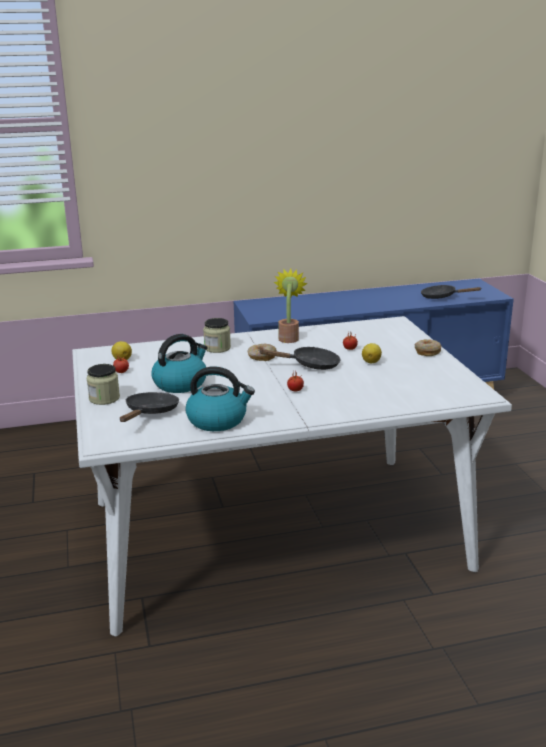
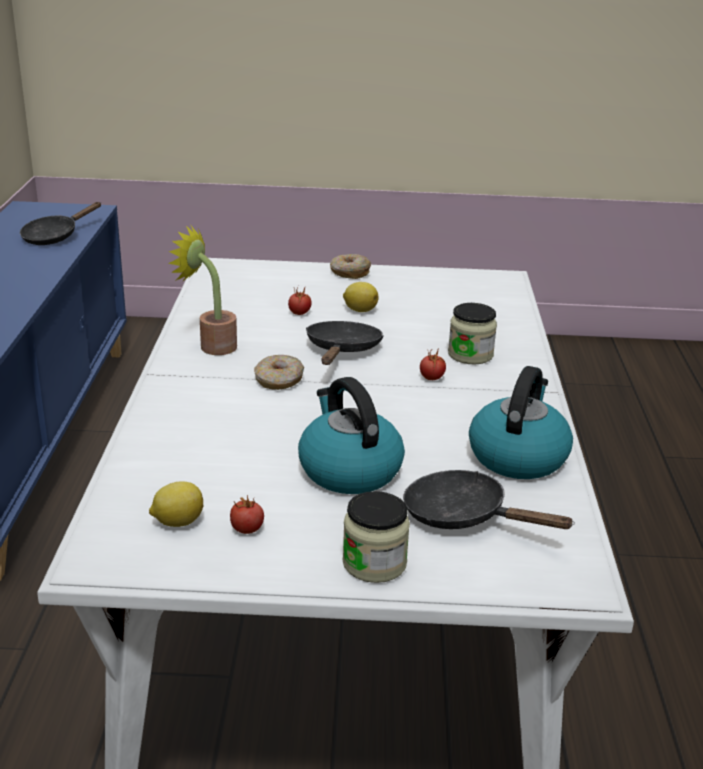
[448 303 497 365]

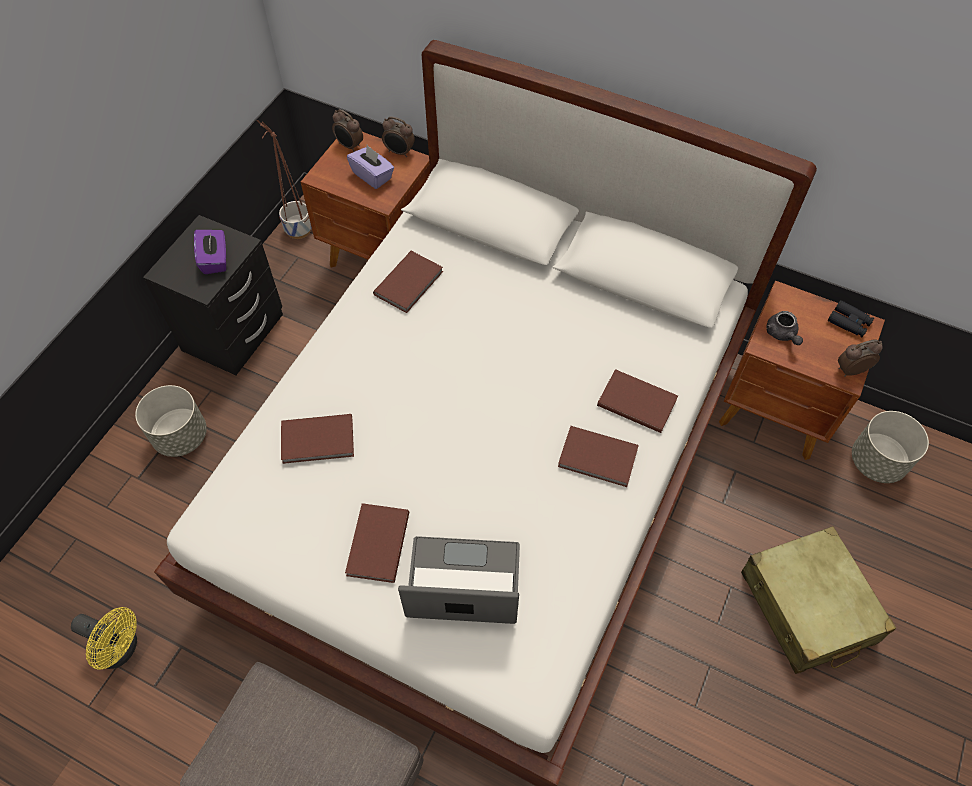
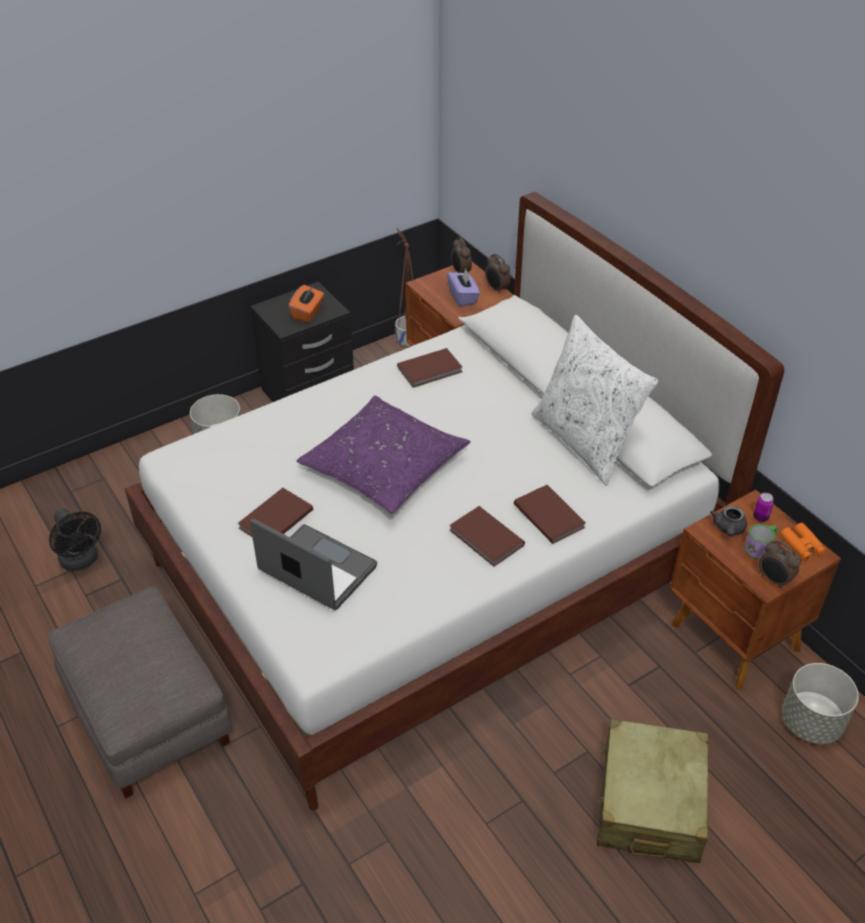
[49 509 101 571]
[288 285 324 322]
[297 396 470 514]
[532 315 658 486]
[744 524 778 559]
[753 493 774 522]
[759 540 801 589]
[780 523 826 561]
[281 414 354 464] (first image)

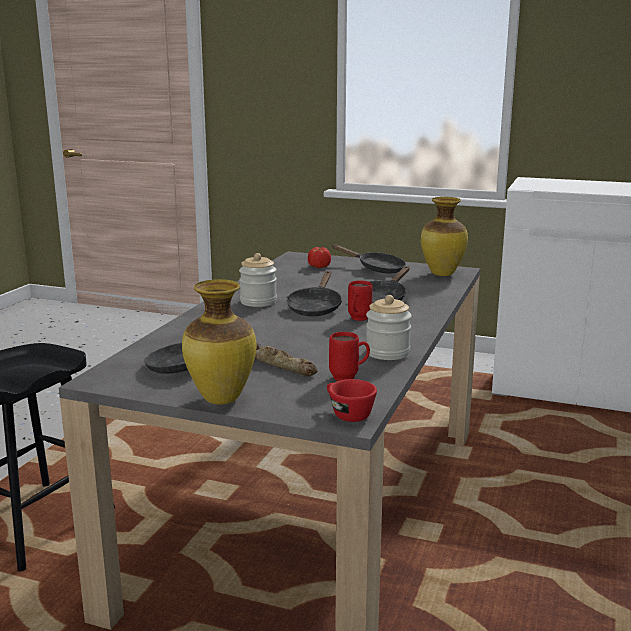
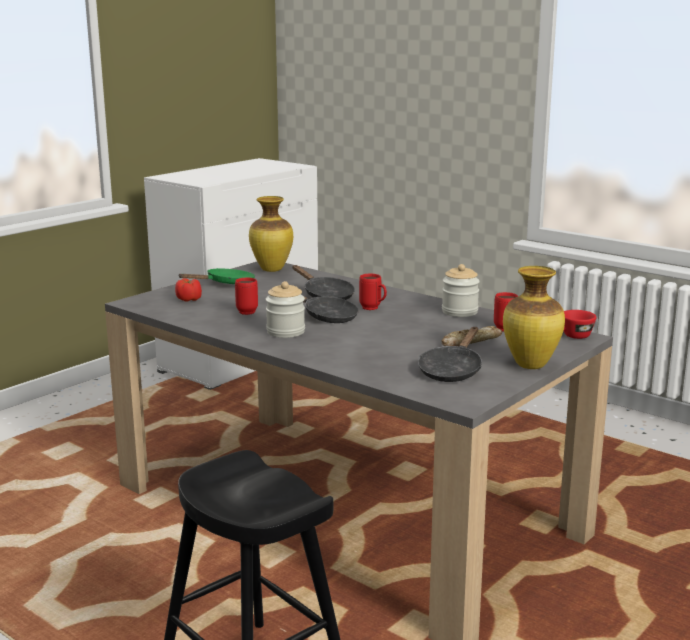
[179 268 255 284]
[235 278 258 315]

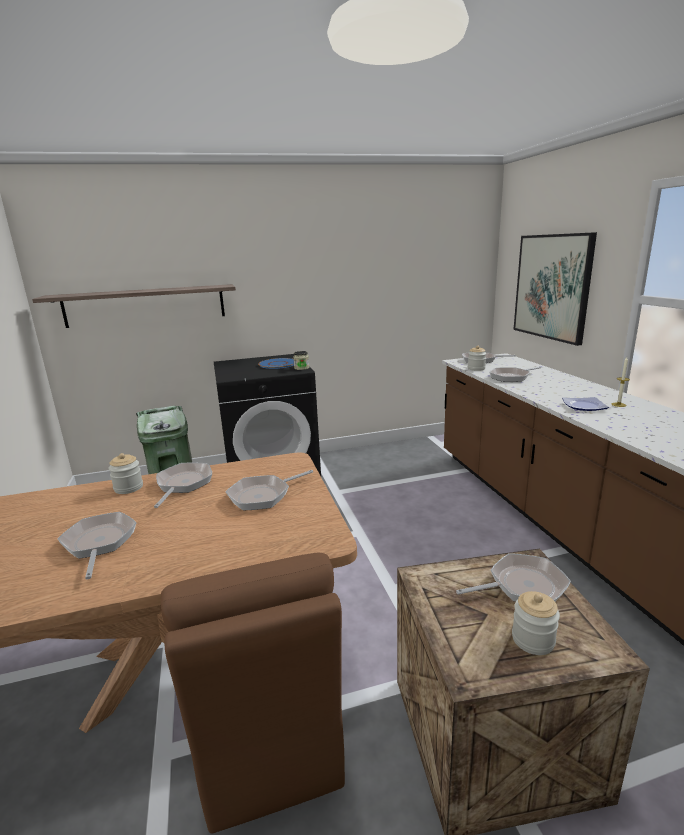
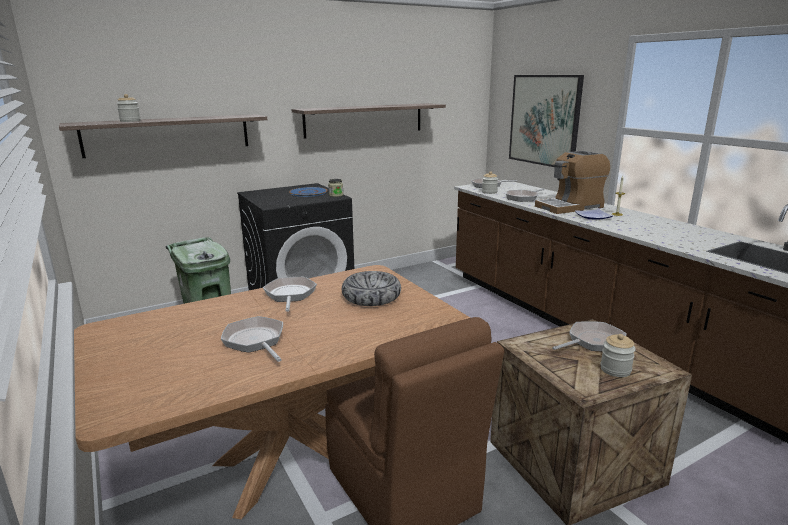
[117 94 141 122]
[292 103 446 139]
[342 271 401 306]
[535 151 610 214]

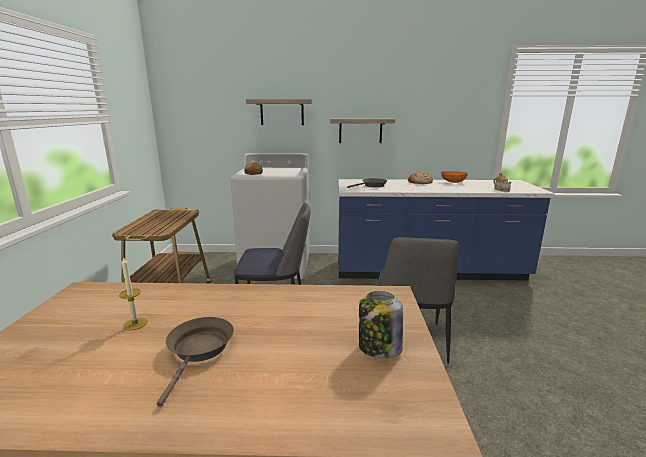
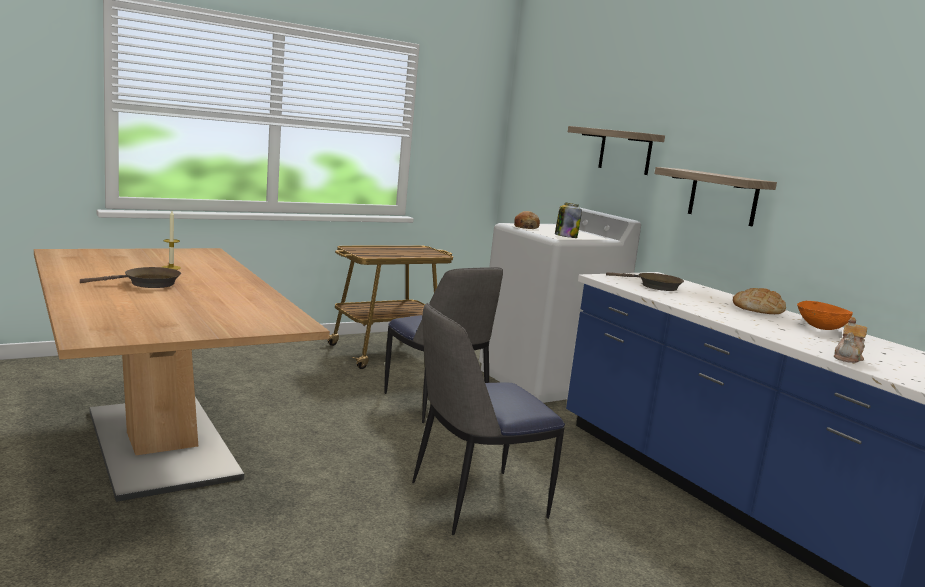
[555 202 582 238]

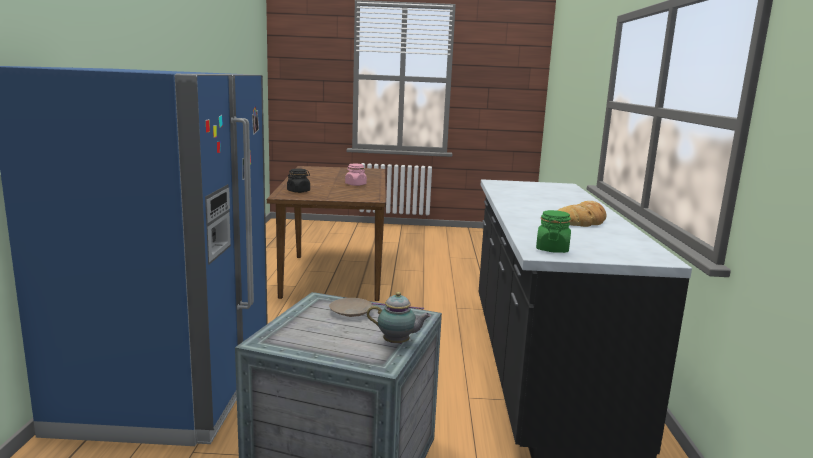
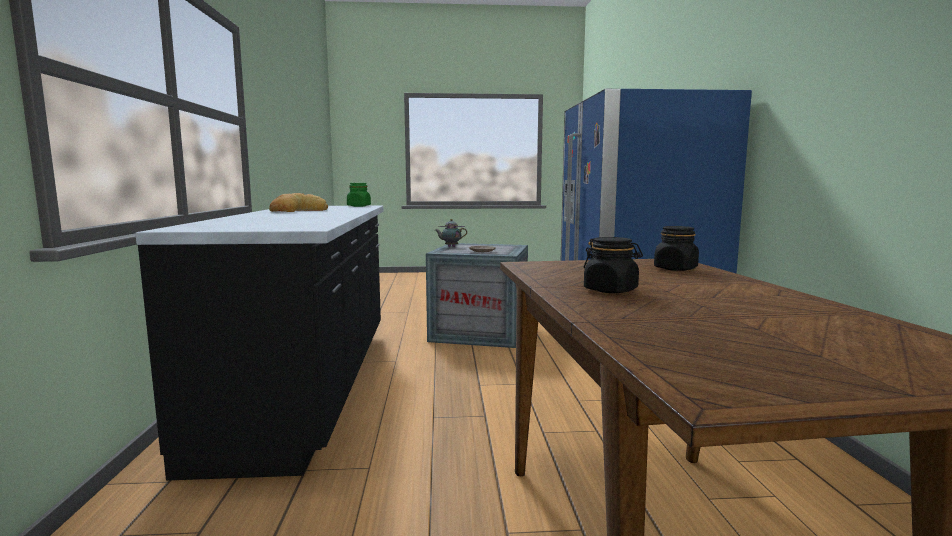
[584 237 643 293]

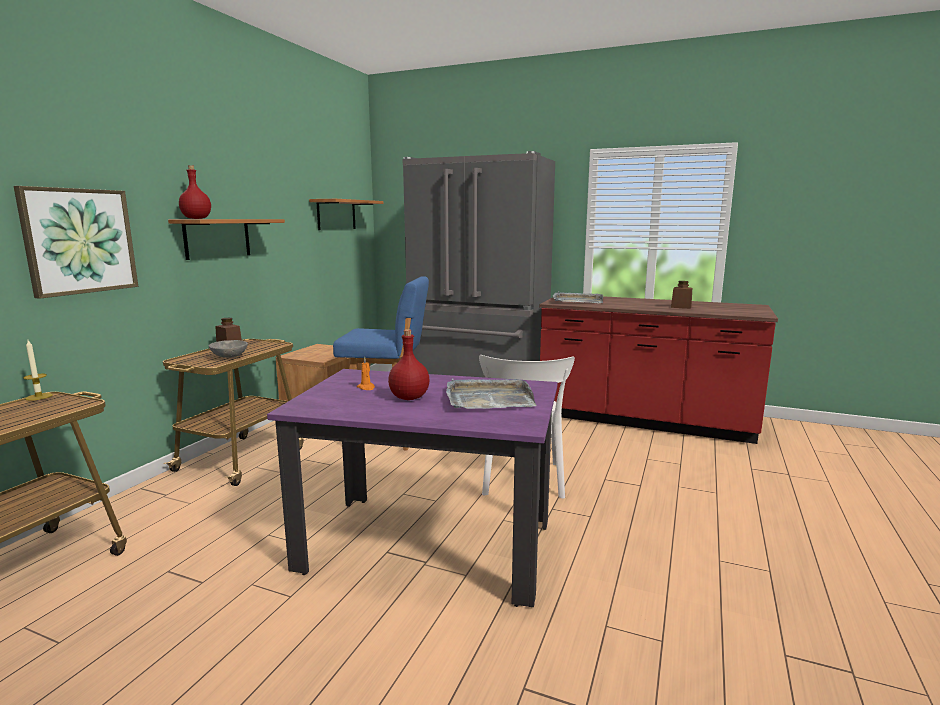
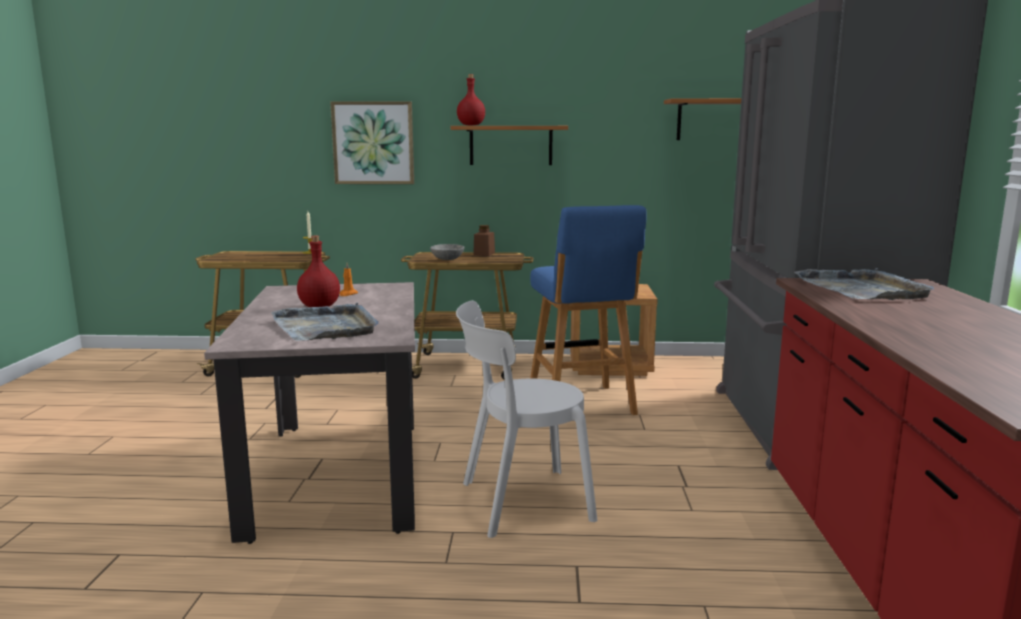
[204 282 415 544]
[671 281 692 309] (first image)

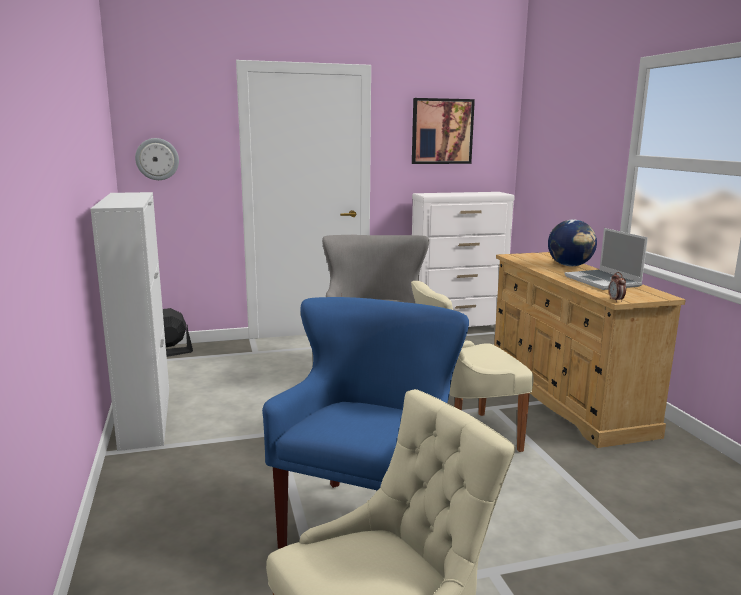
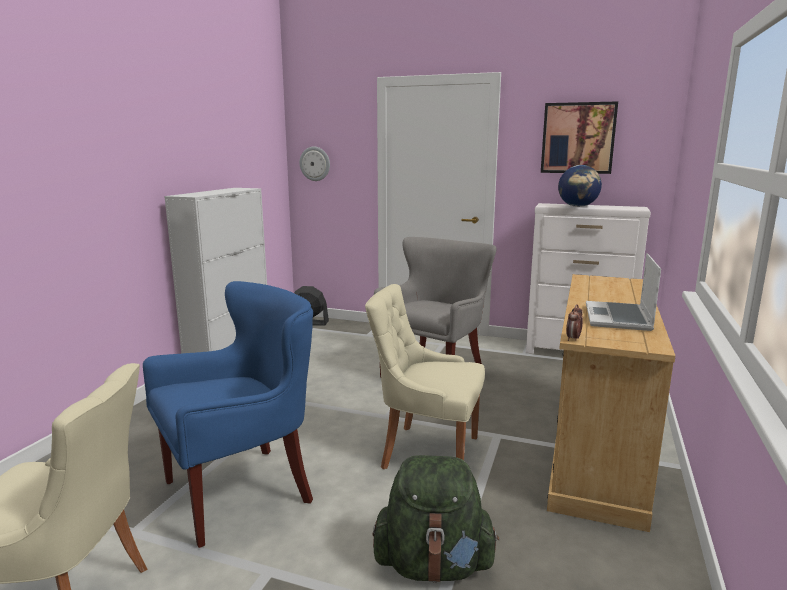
[372 455 499 583]
[558 165 602 207]

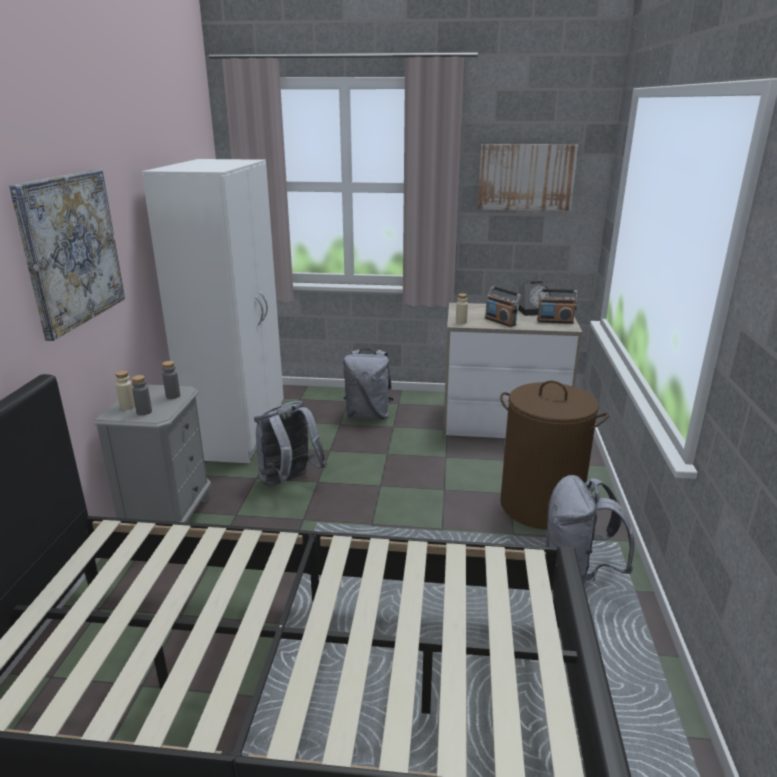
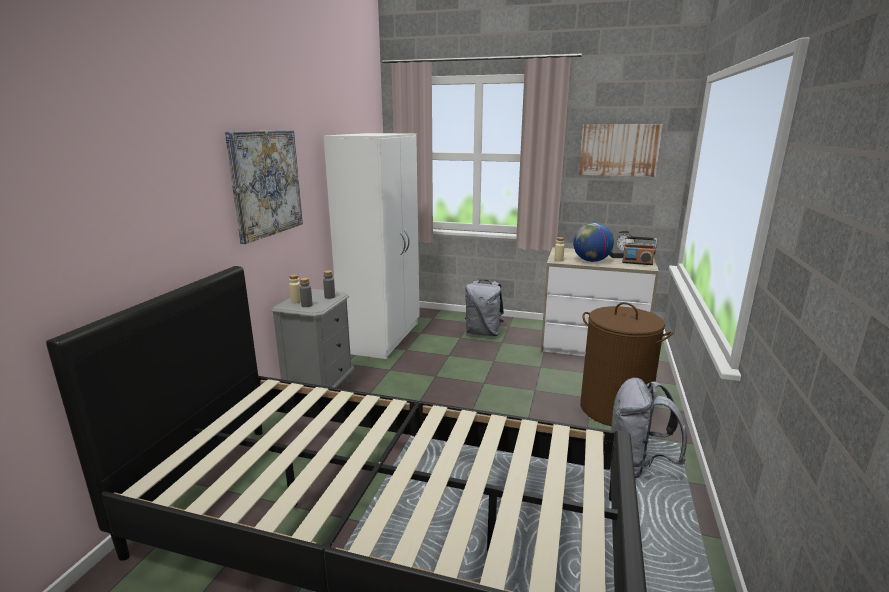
[573 223 614 262]
[254 401 327 486] (first image)

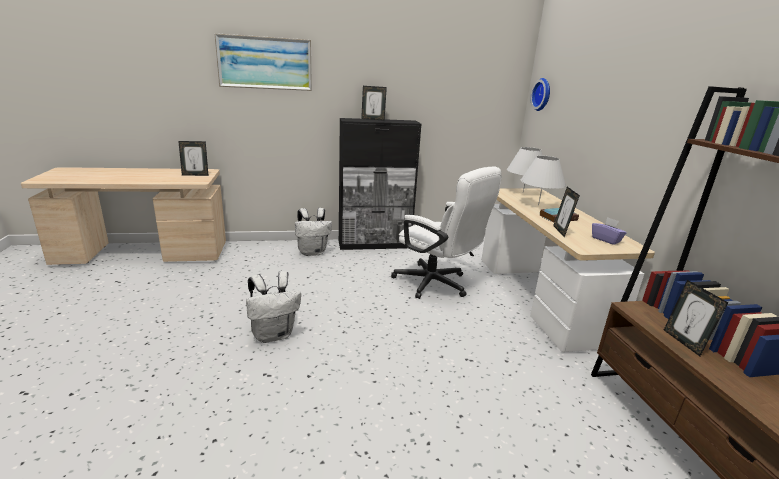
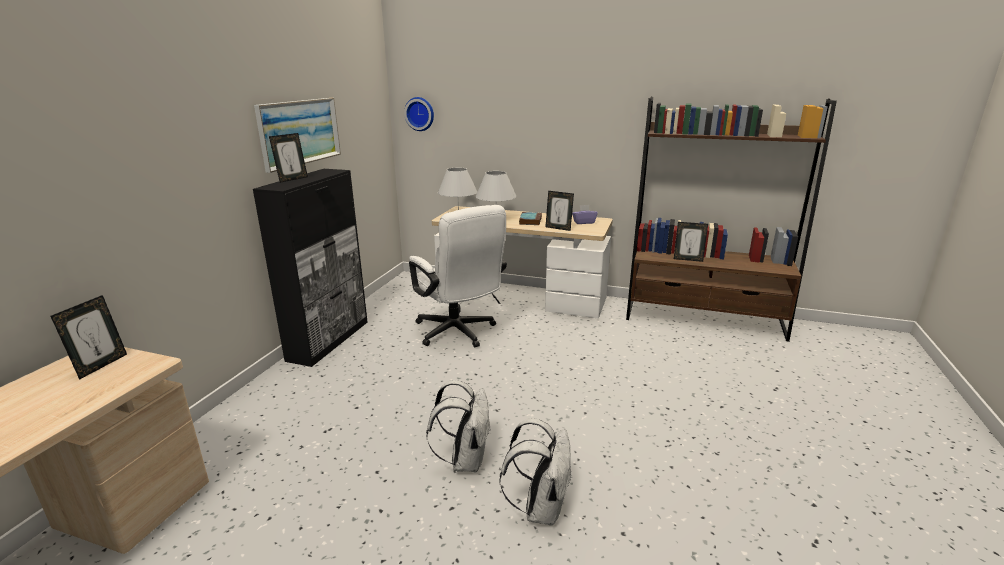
[254 98 341 173]
[409 205 507 347]
[500 418 572 526]

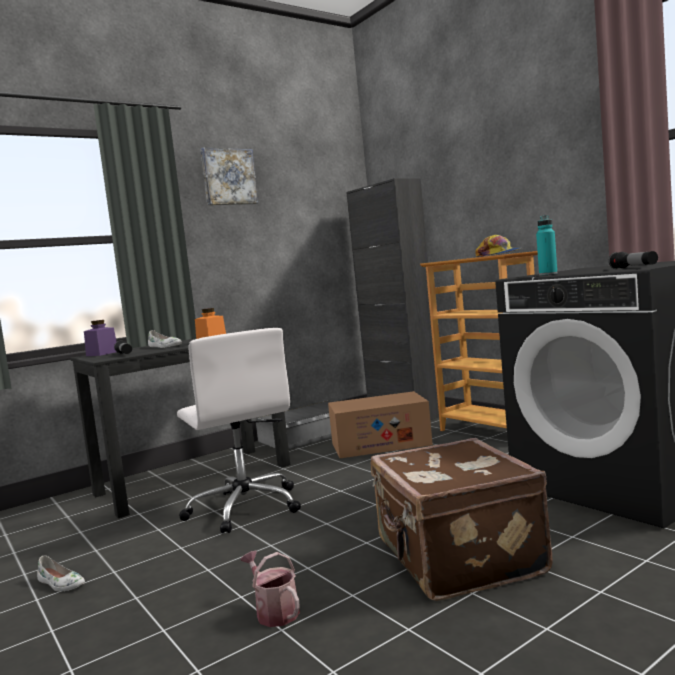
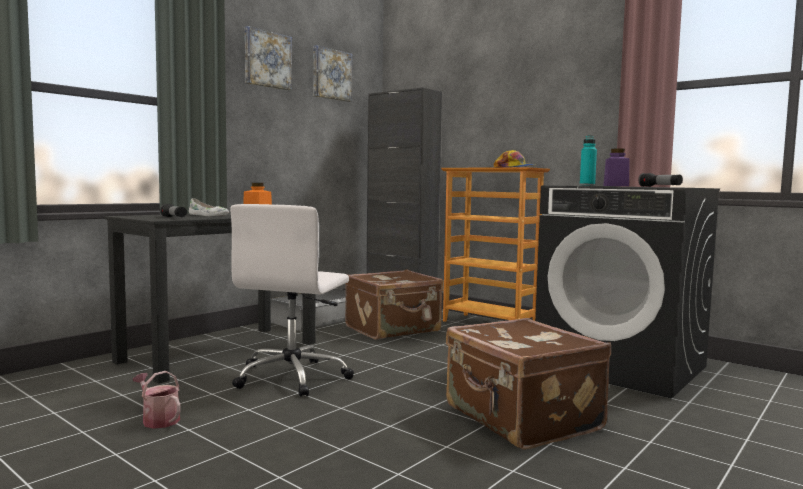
[133 371 181 429]
[230 204 354 397]
[314 45 352 102]
[345 270 443 340]
[603 149 630 186]
[37 555 85 591] (first image)

